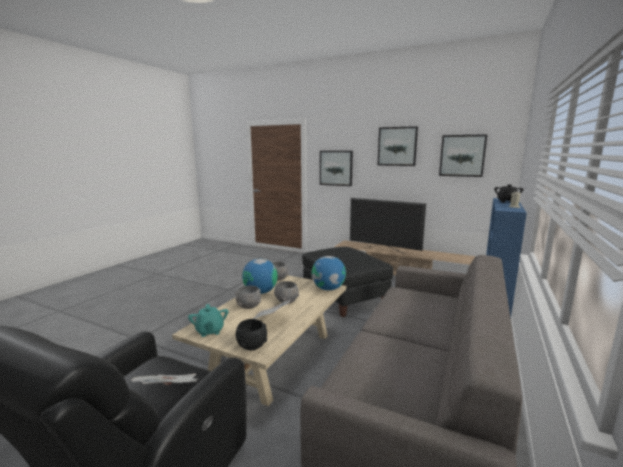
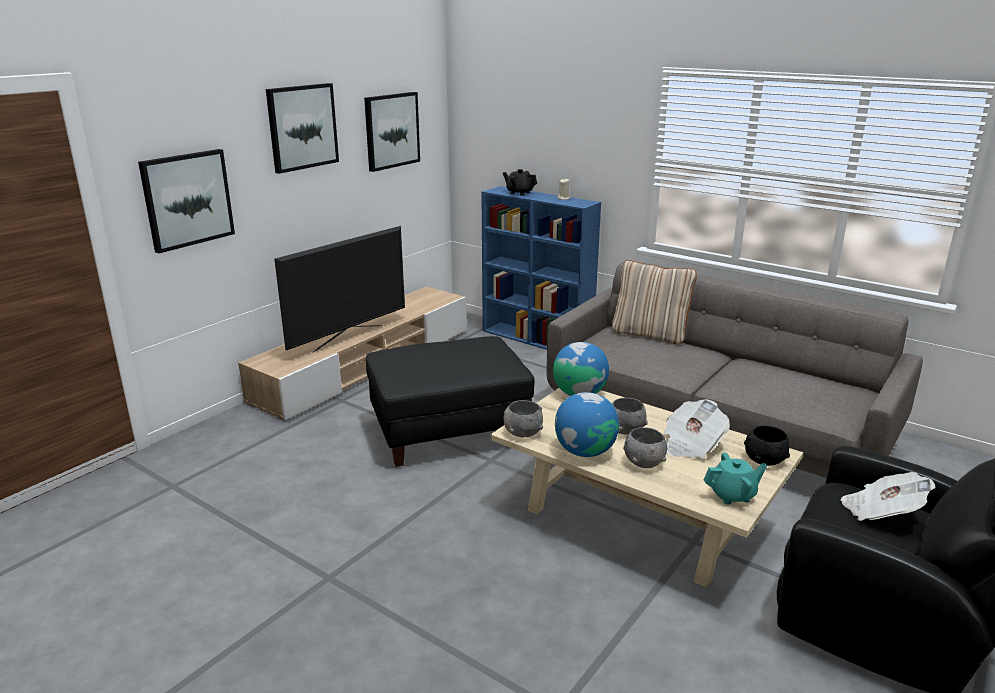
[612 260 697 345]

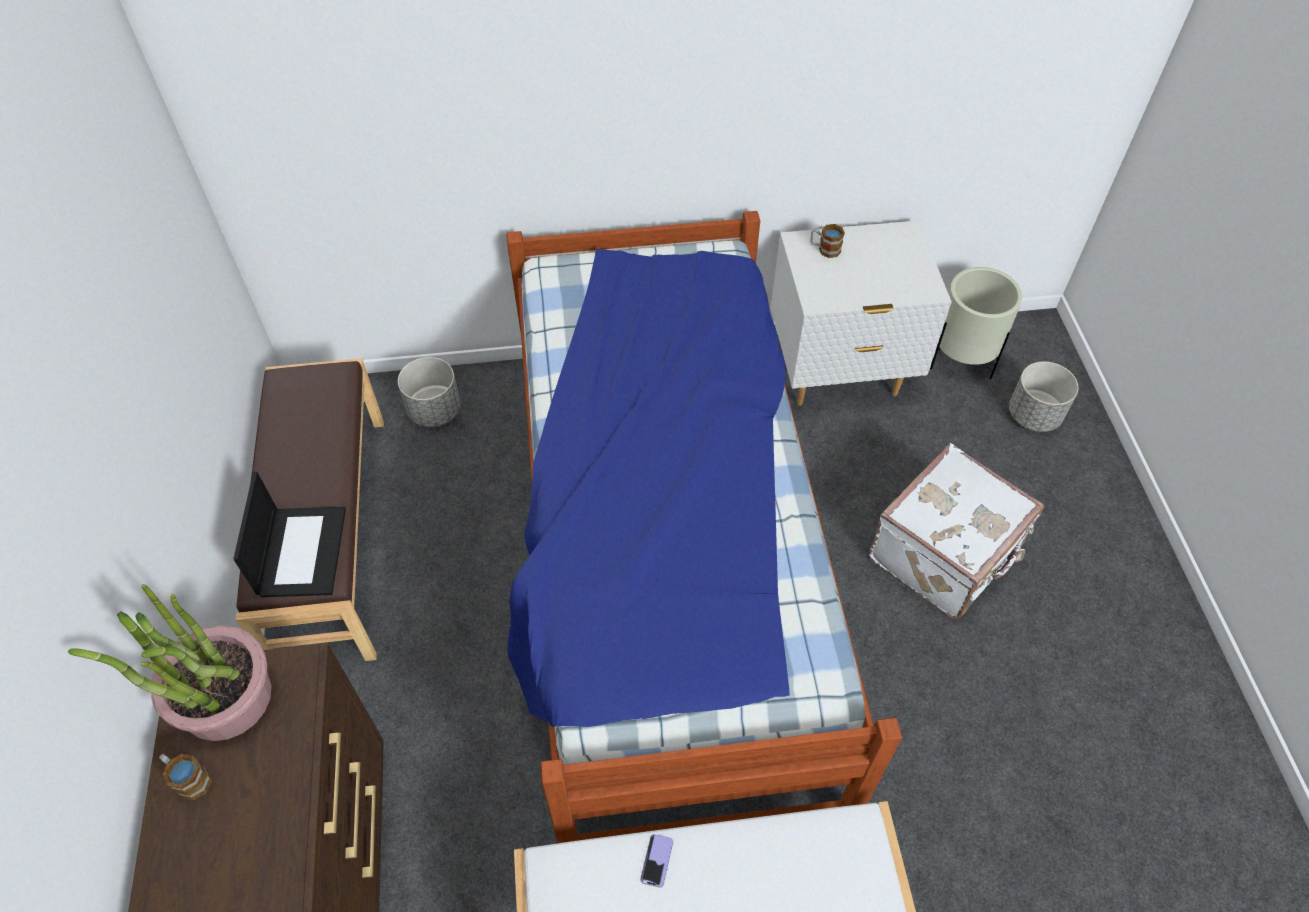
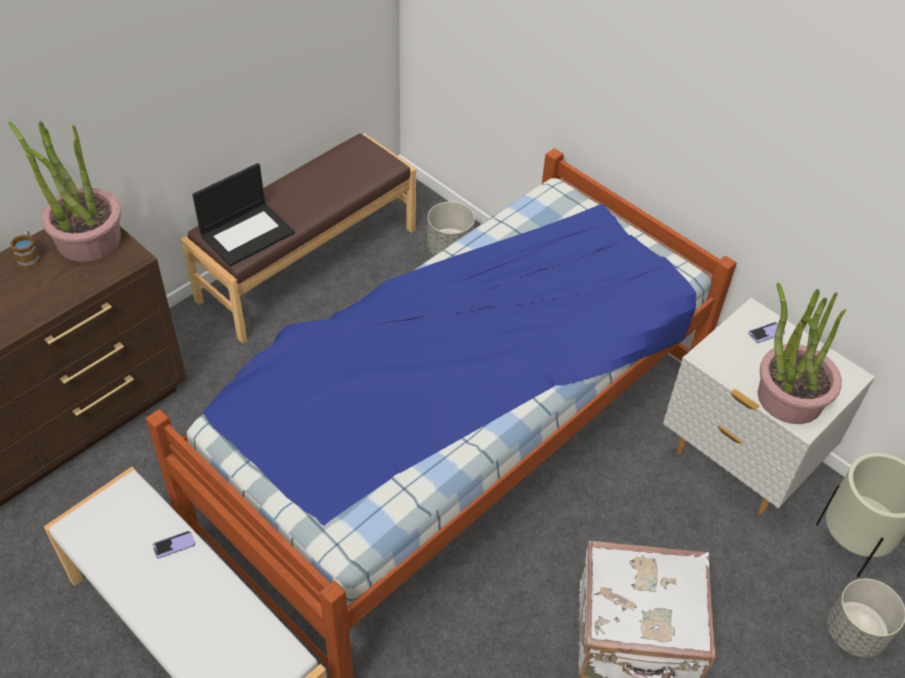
[748 322 785 343]
[757 283 846 424]

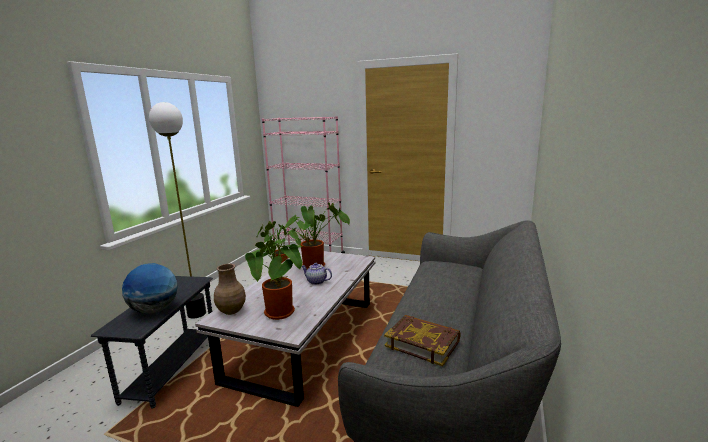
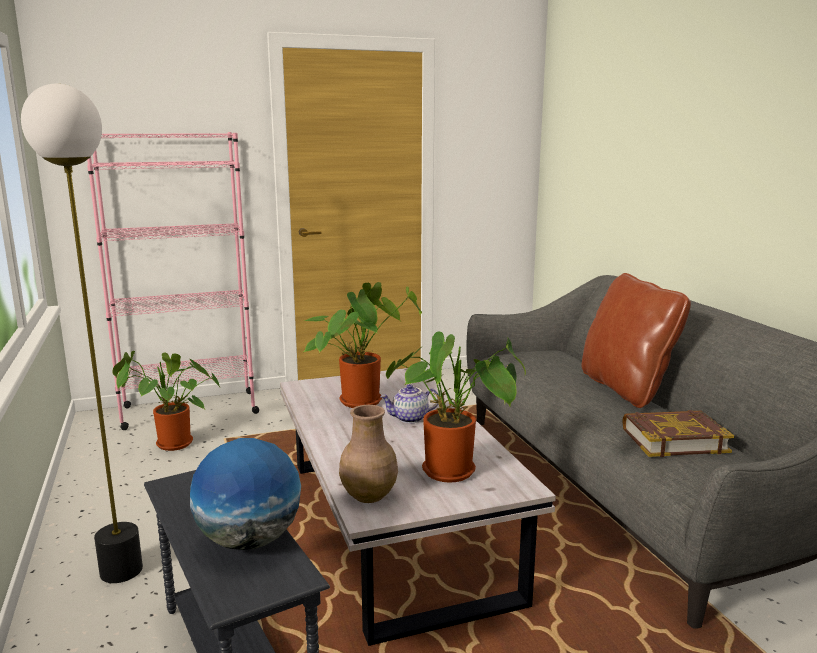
[581 273 691 408]

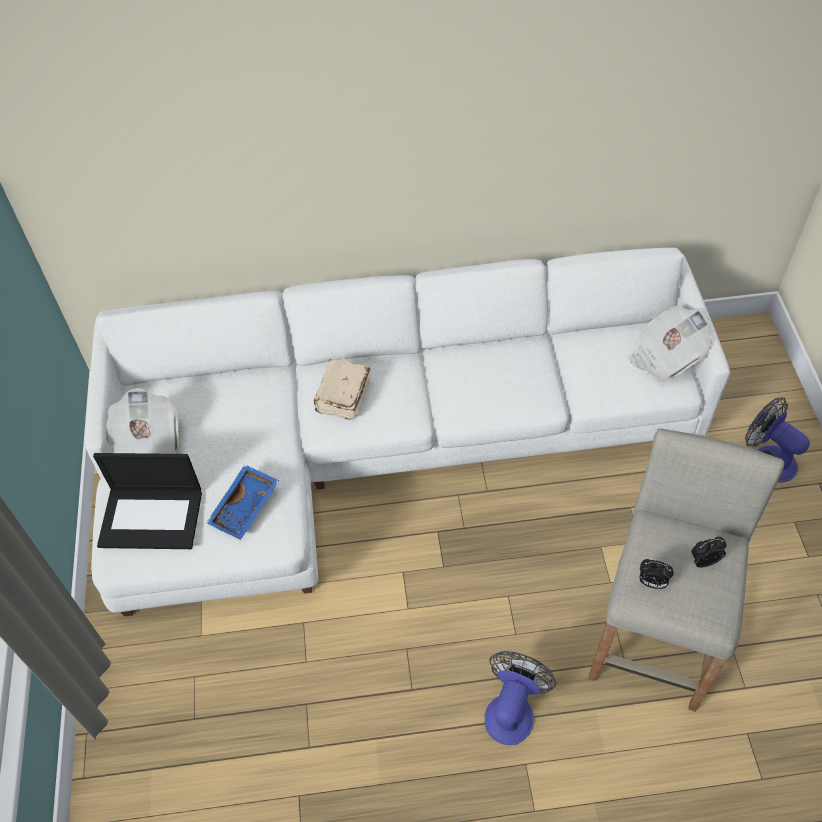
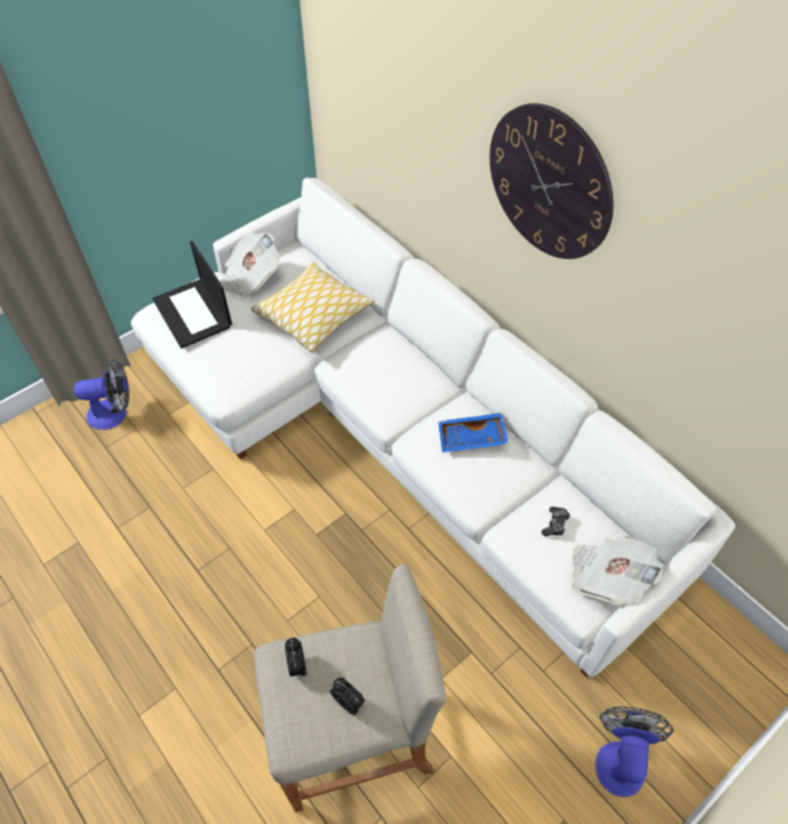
[74 359 129 430]
[251 262 375 353]
[438 413 508 452]
[490 103 613 259]
[541 507 570 536]
[314 359 371 420] (first image)

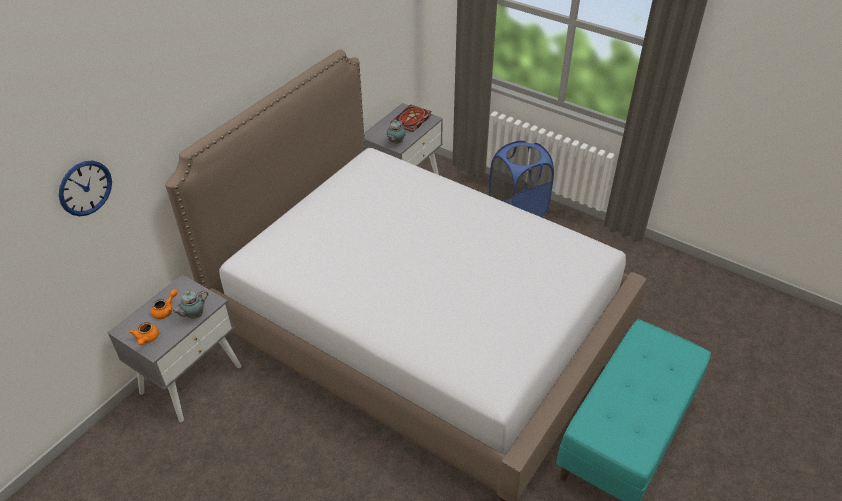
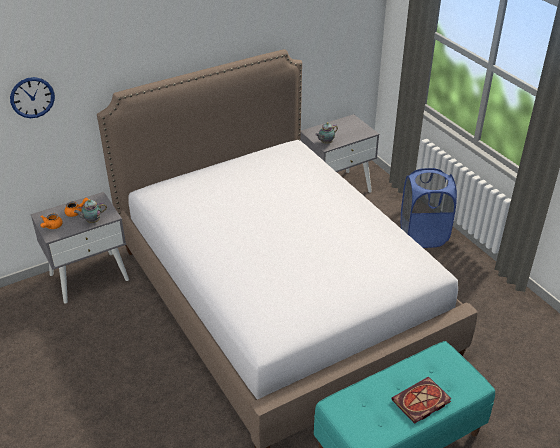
[391 377 452 424]

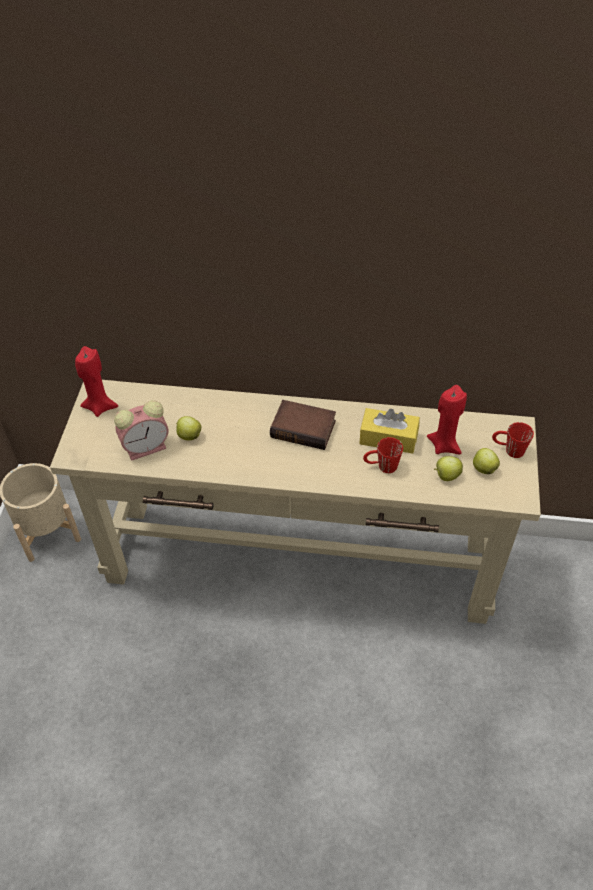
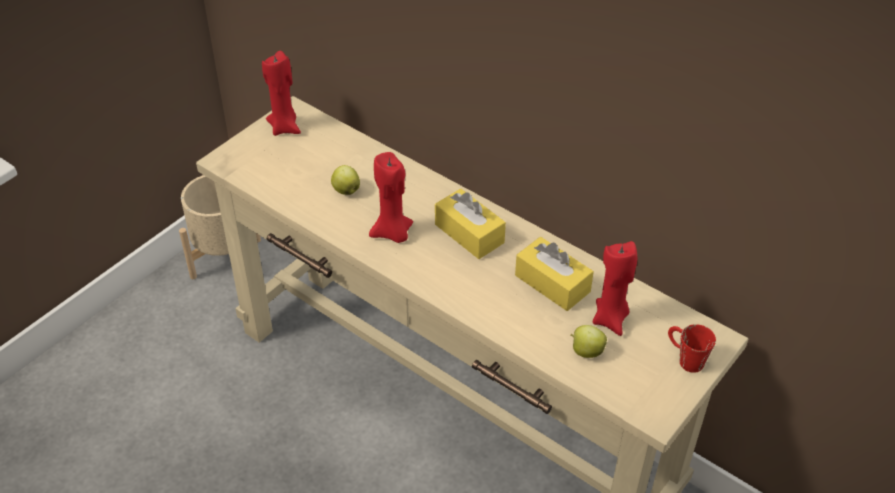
[369 152 413 243]
[435 188 506 259]
[114 400 169 461] (first image)
[363 437 403 473] (first image)
[473 448 500 474] (first image)

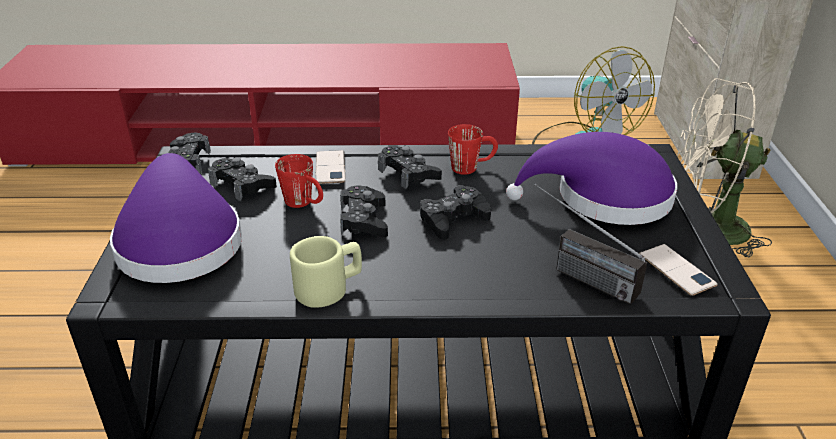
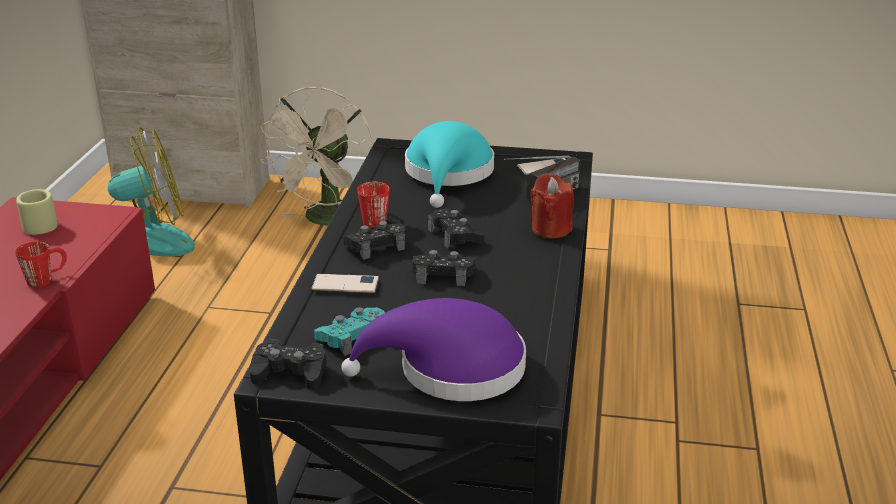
[15 241 67 288]
[16 189 58 235]
[314 307 385 356]
[405 121 494 208]
[531 174 574 239]

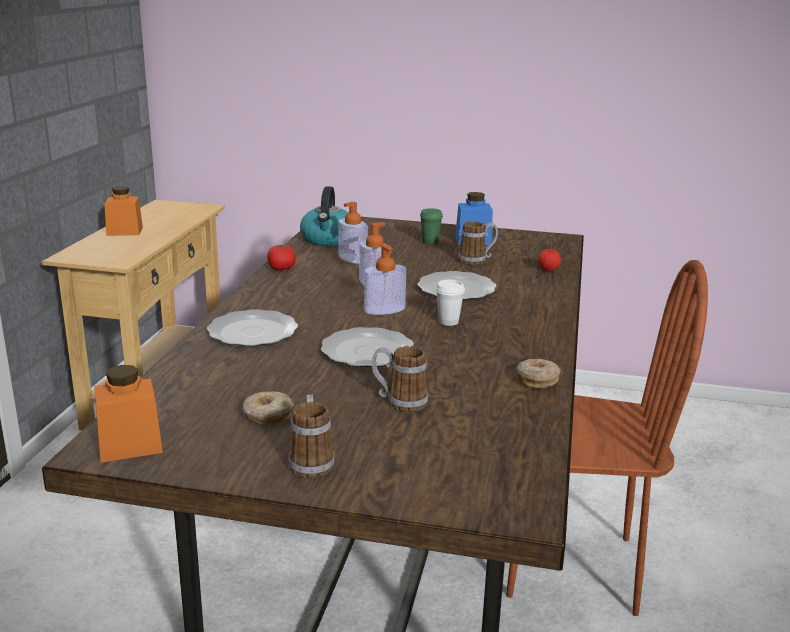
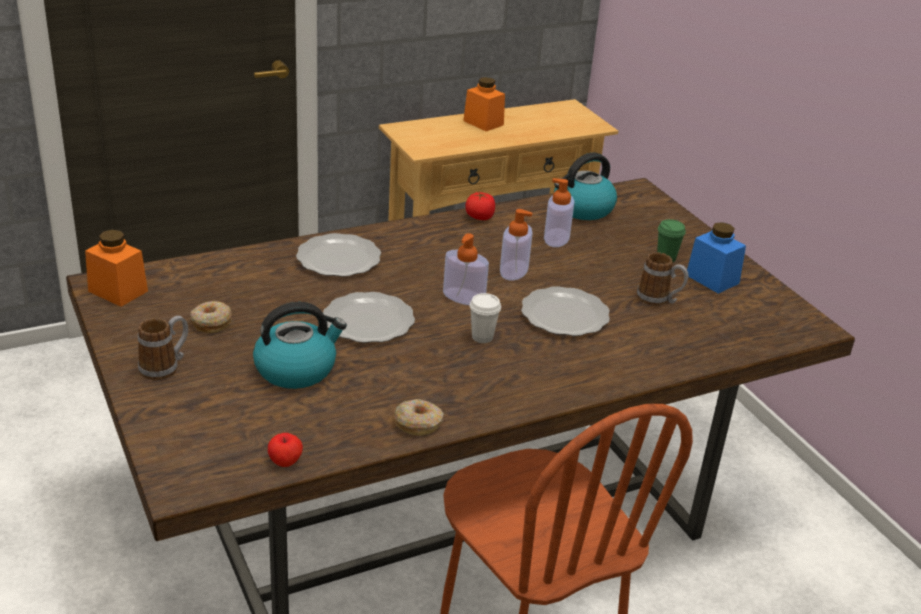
[253 302 347 389]
[268 433 303 467]

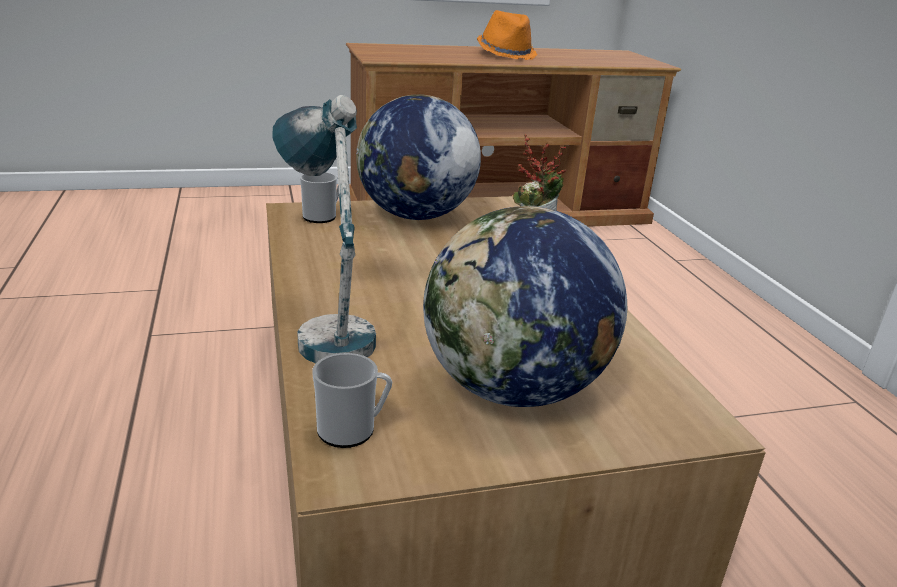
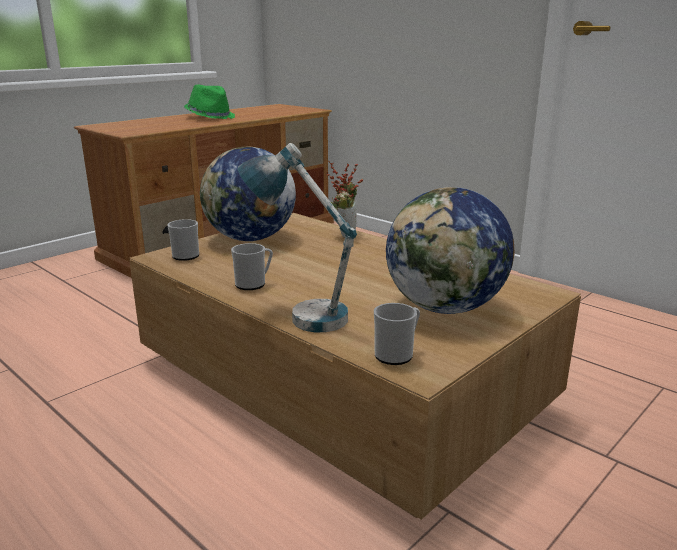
[184 85 235 119]
[231 243 273 290]

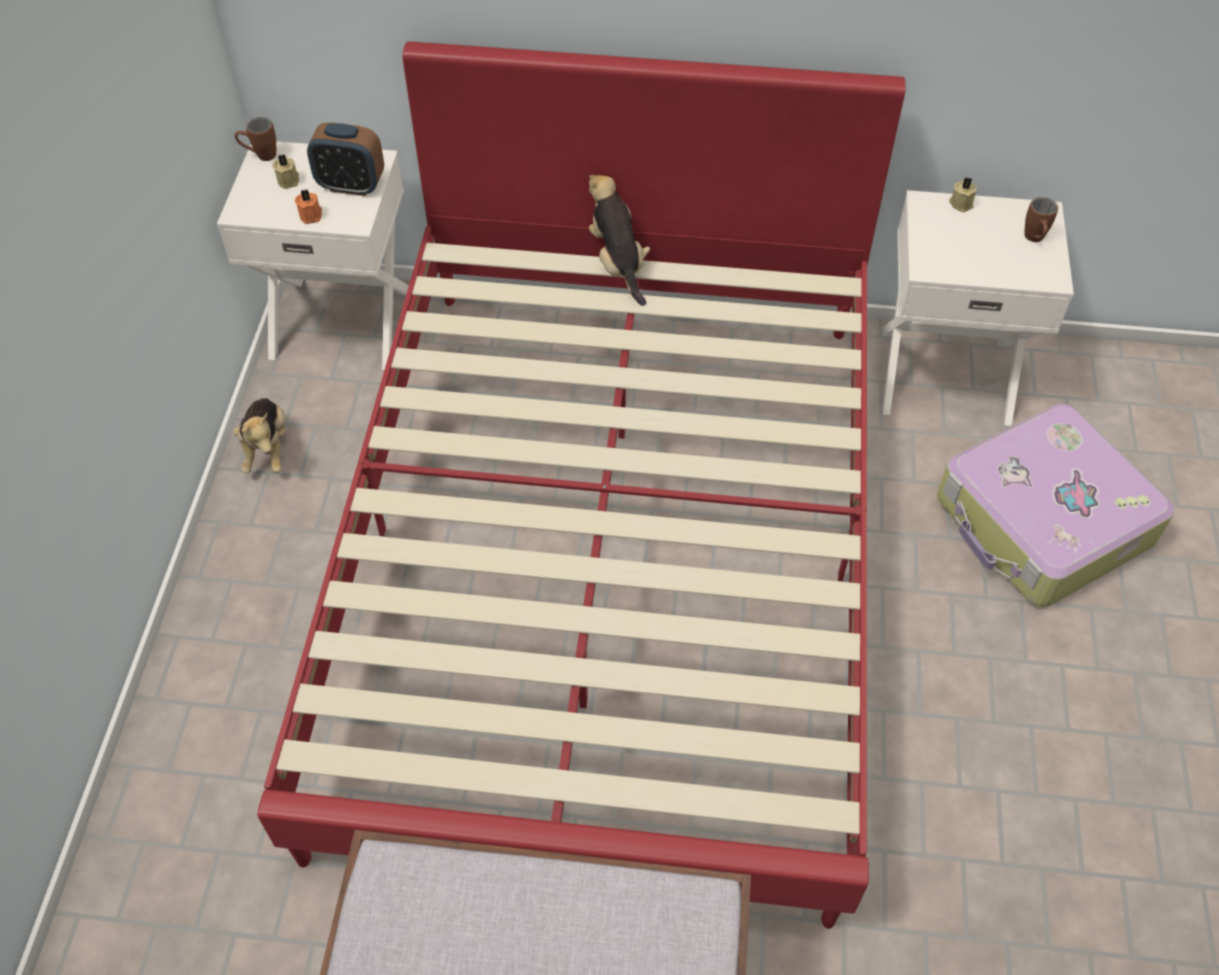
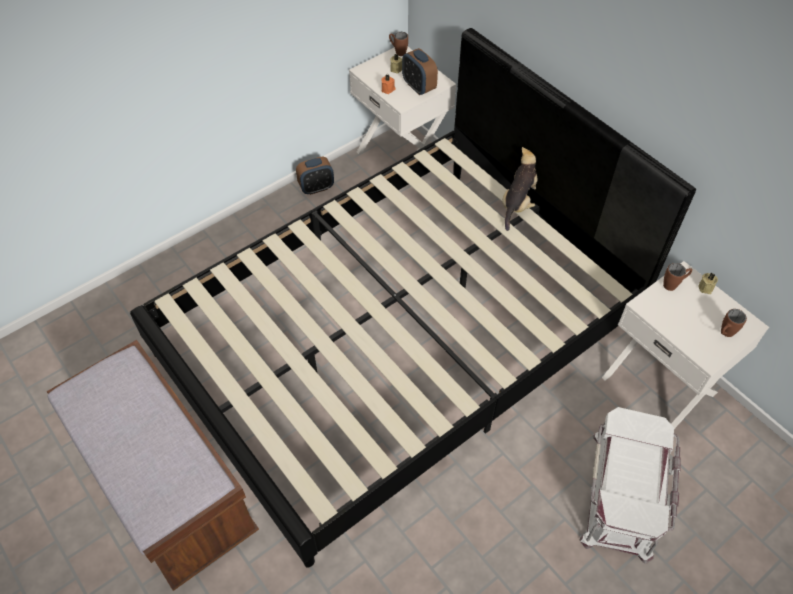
[130 28 696 567]
[296 157 334 195]
[580 407 681 564]
[663 263 692 291]

